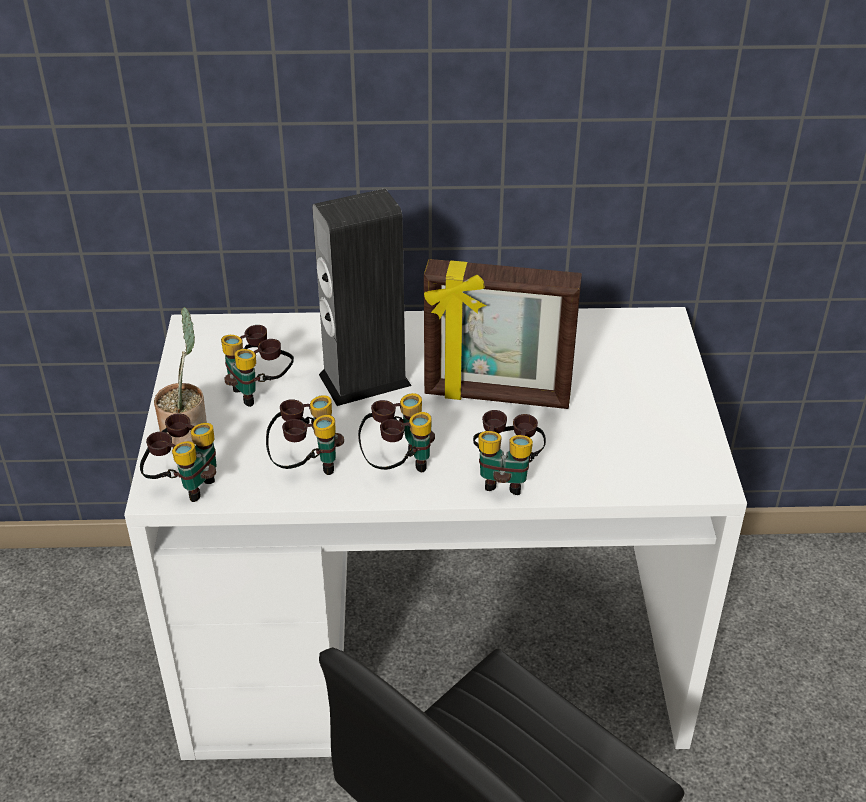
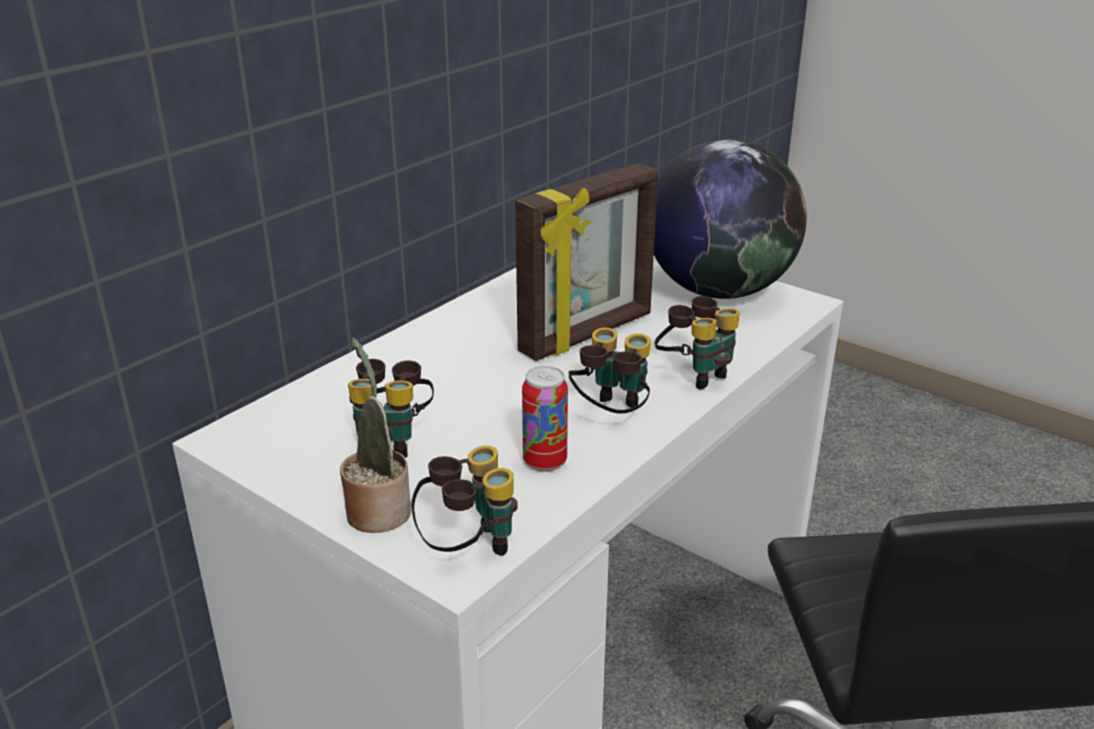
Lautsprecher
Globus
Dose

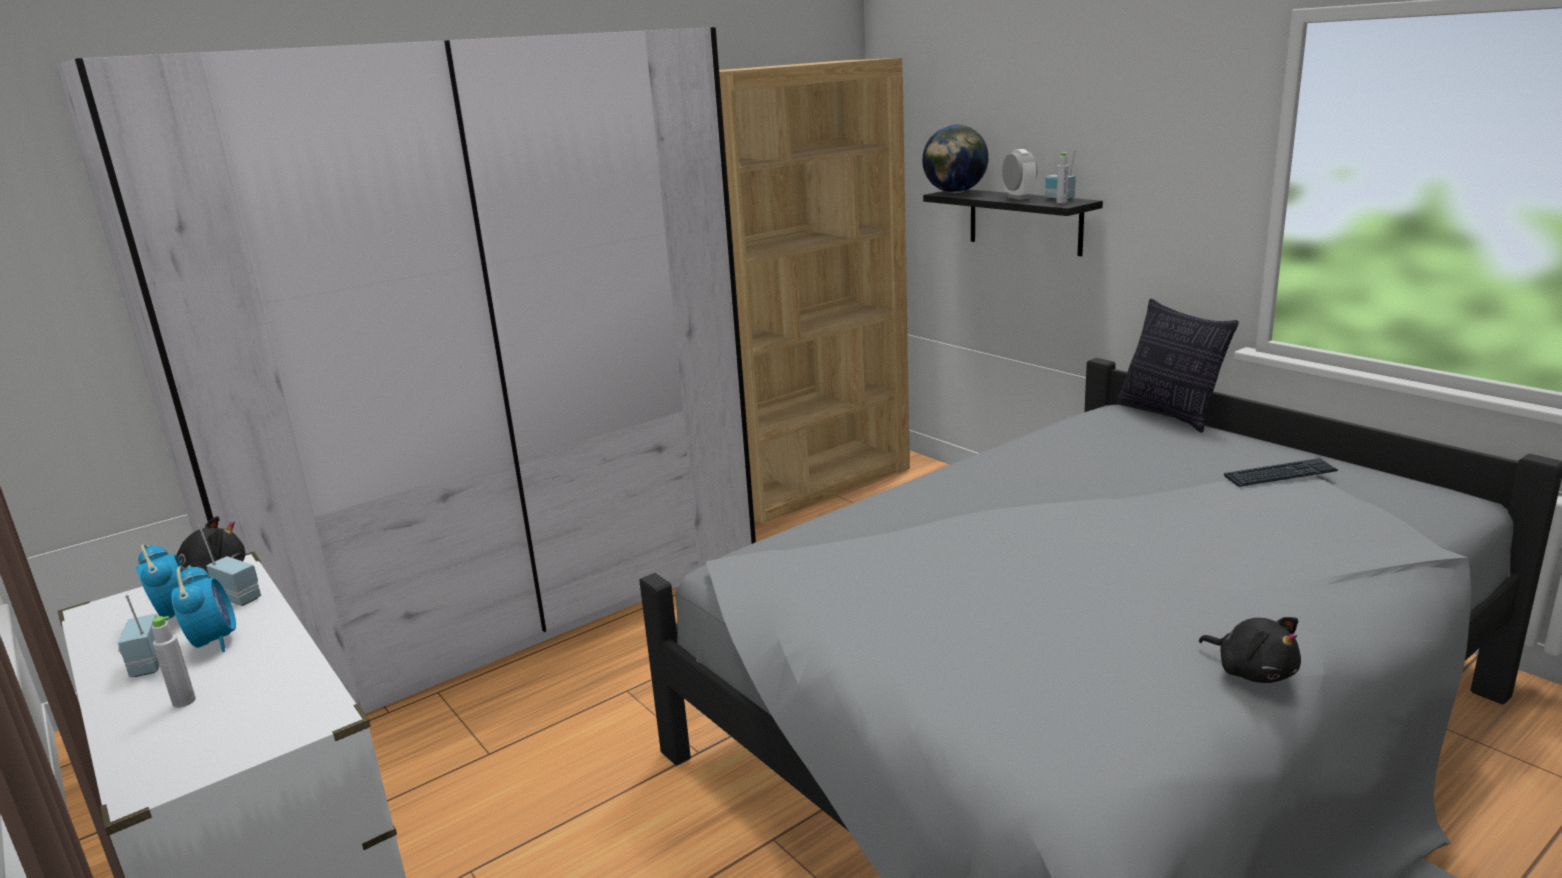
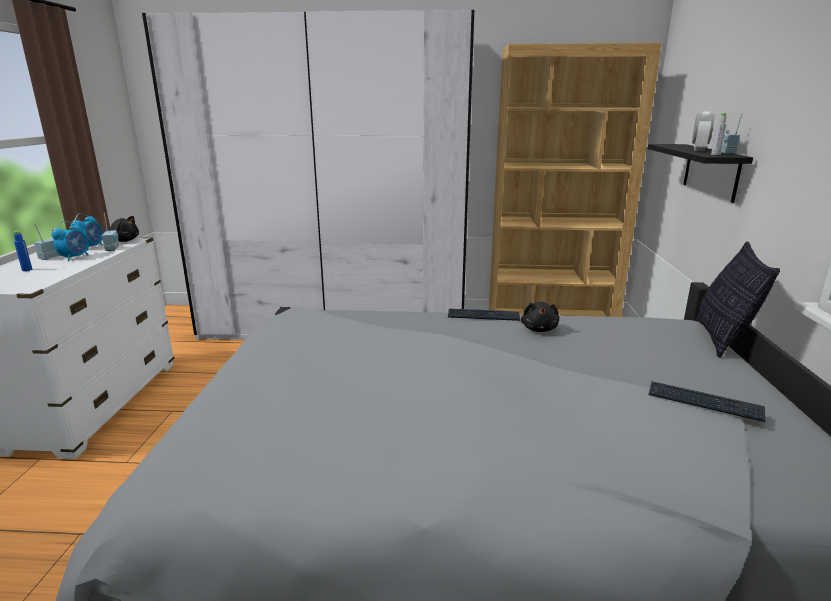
Globus
Tastatur (no. 1 from left)
Plüschtier [schwarz] (no. 2 from left)
Flasche [blau]

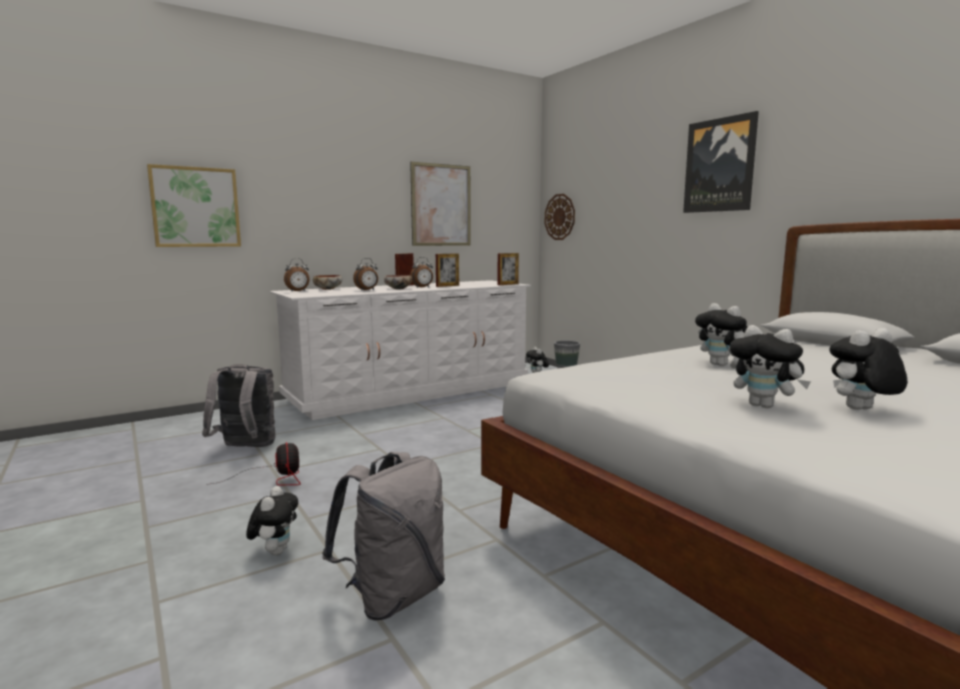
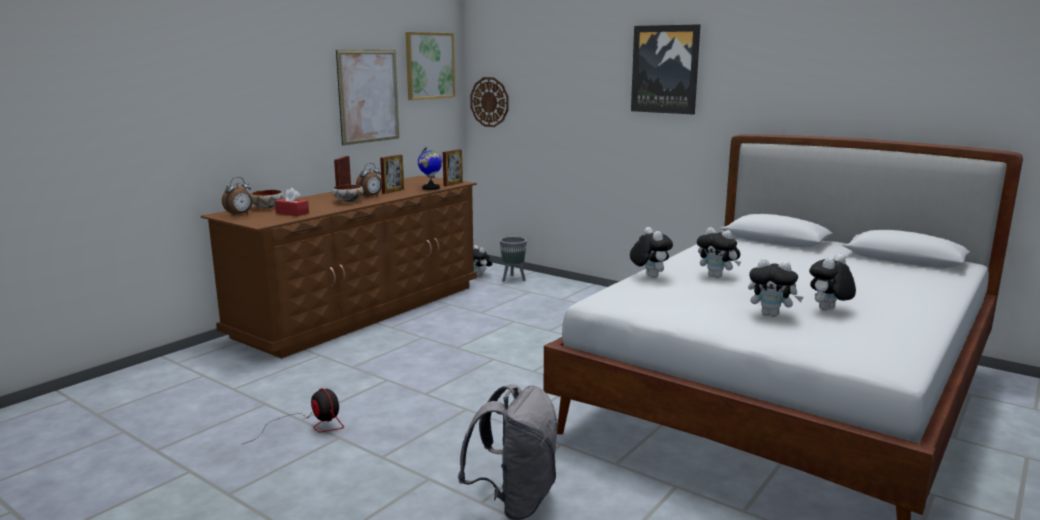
Rucksack [grau] (no. 1 from left in the first image)
Wecker (no. 2 from left in the first image)
Taschentuchbox [rot]
Globus
Bild (no. 2 from left)
Plüschtier (no. 2 from left)
Kommode [braun]

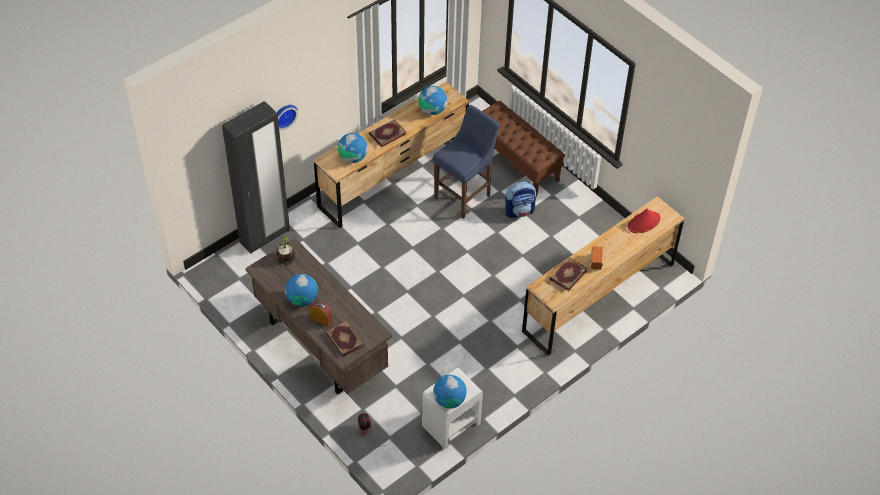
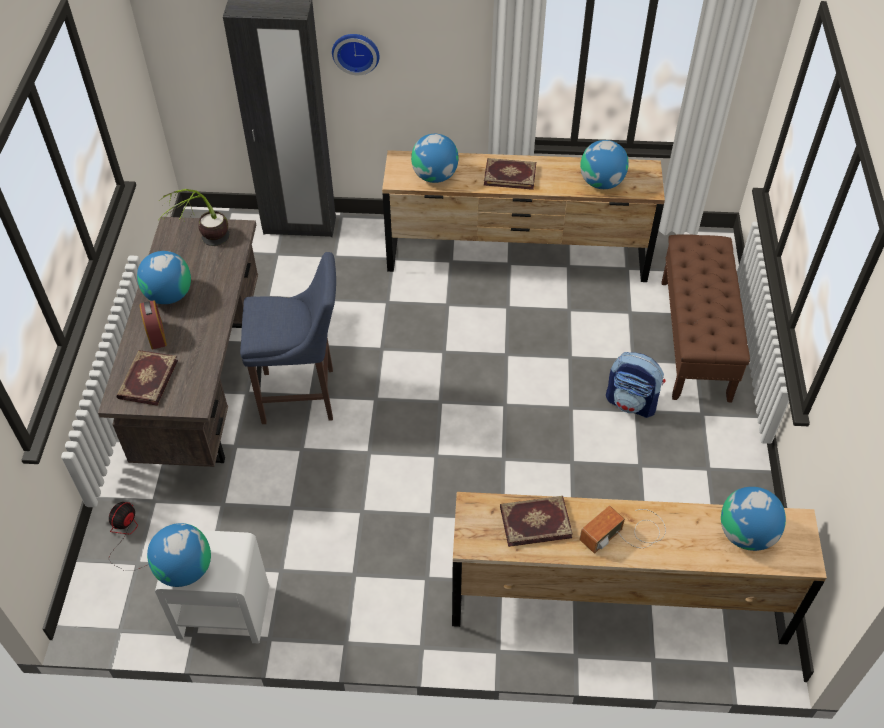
Hocker [blau]
Globus (no. 5 from left)

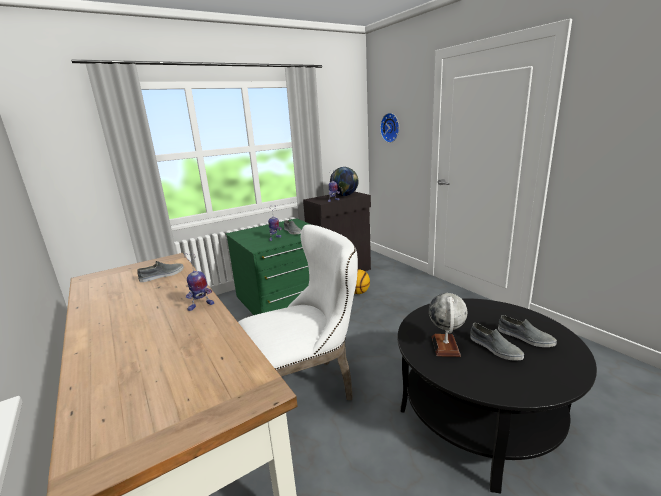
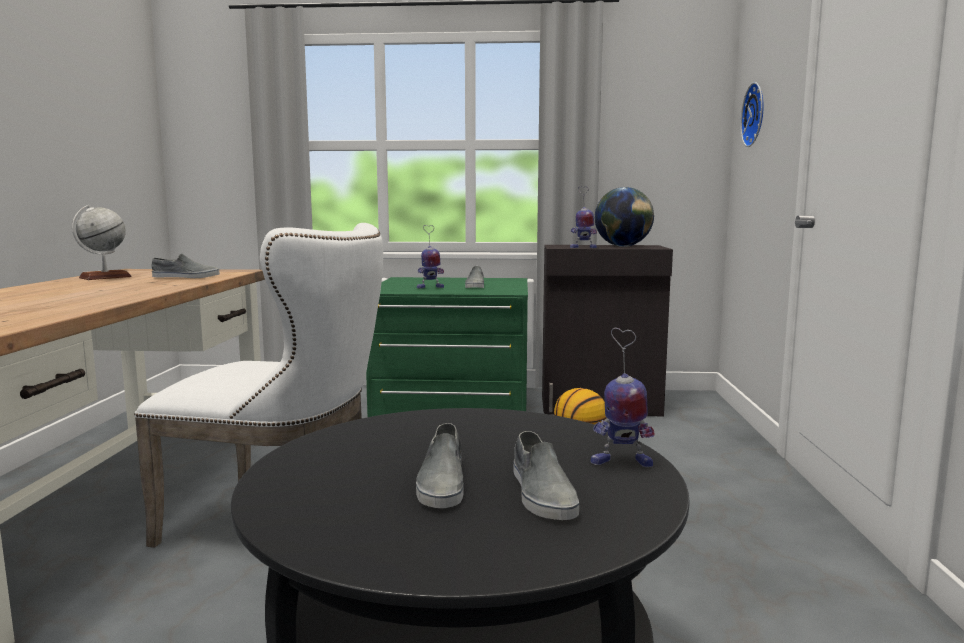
Spielzeugroboter (no. 3 from left)
Globus (no. 1 from left)

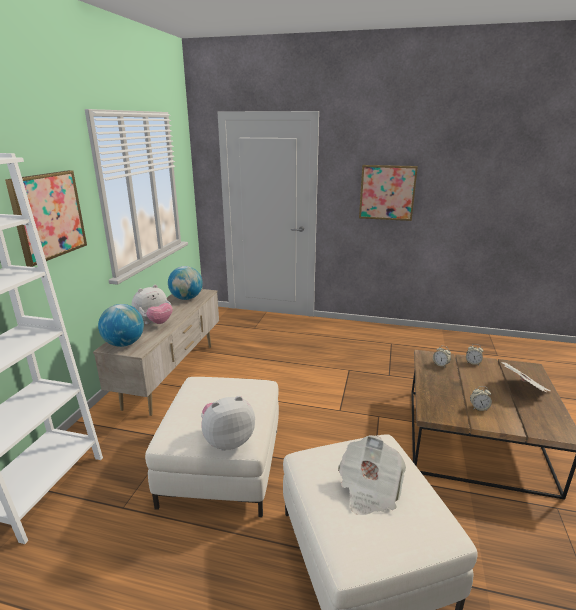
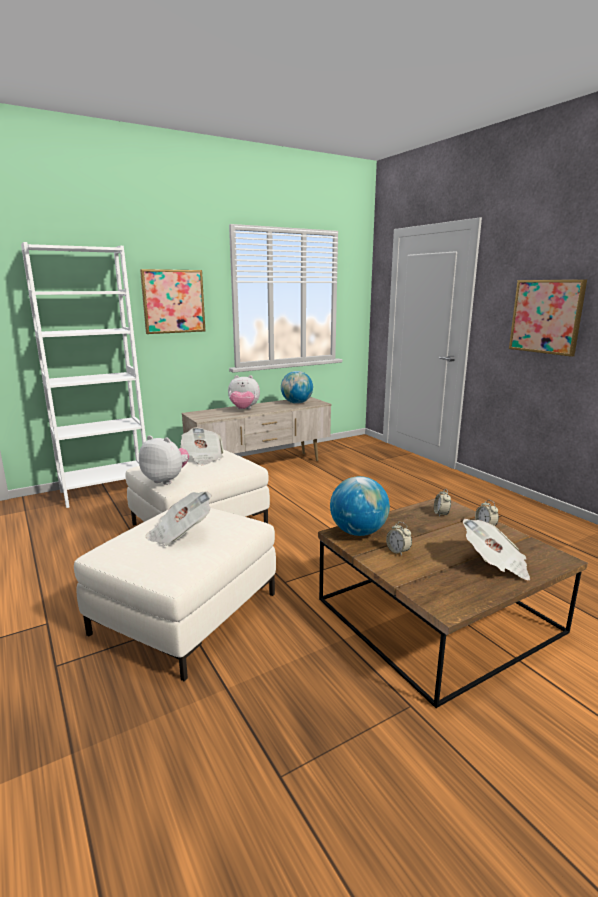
Zeitung (no. 2 from left)
Globus (no. 2 from left)

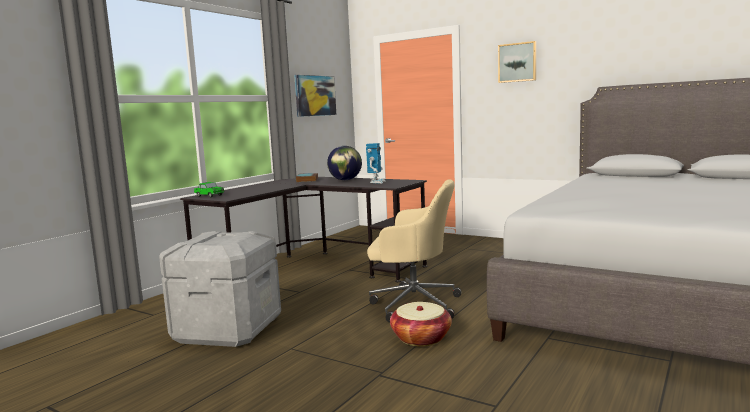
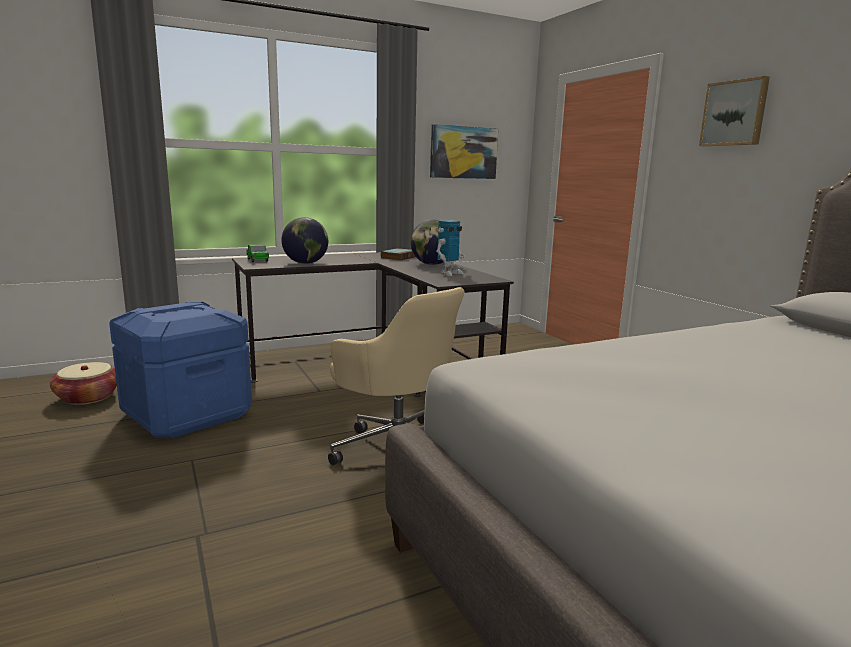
Globus (no. 1 from left)
Korb
Aufbewahrungsbox [blau]

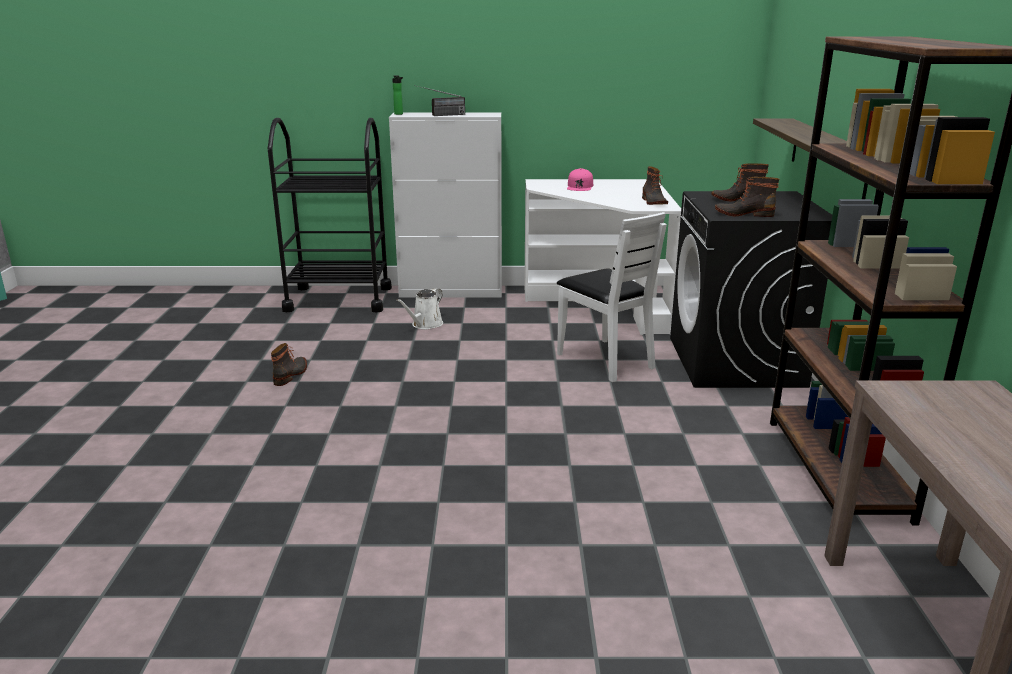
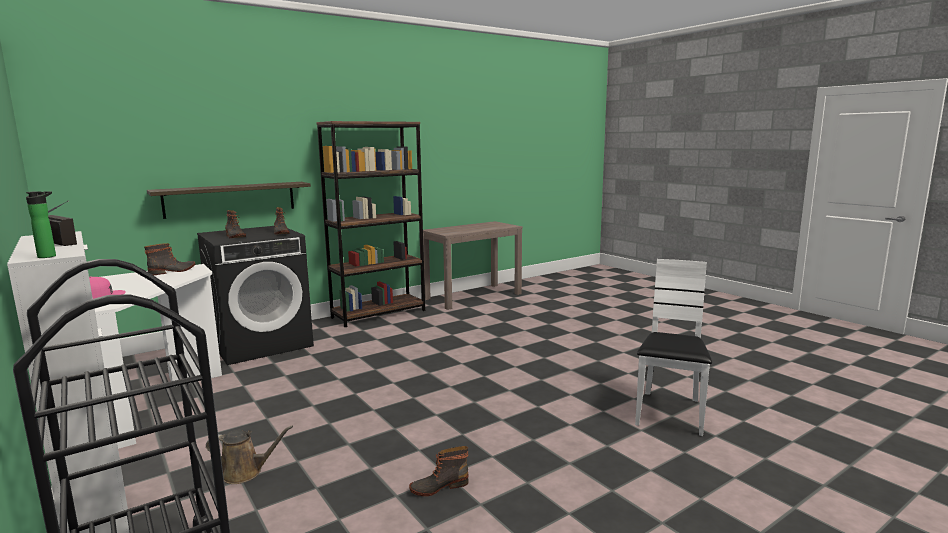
Stuhl [weiß]
Gießkanne [braun]

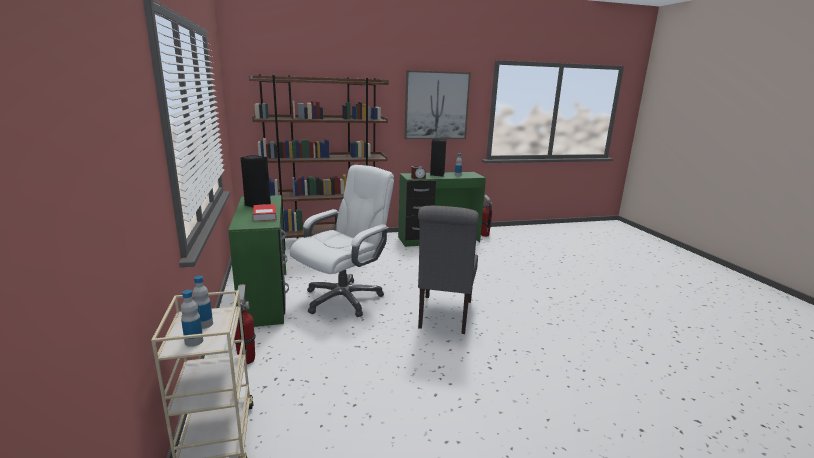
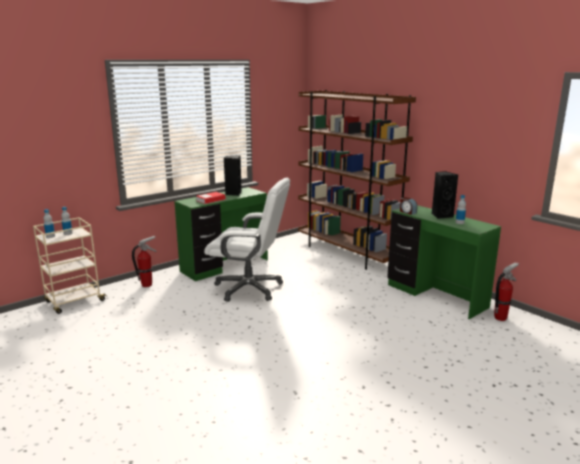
Bild
Stuhl [grau]

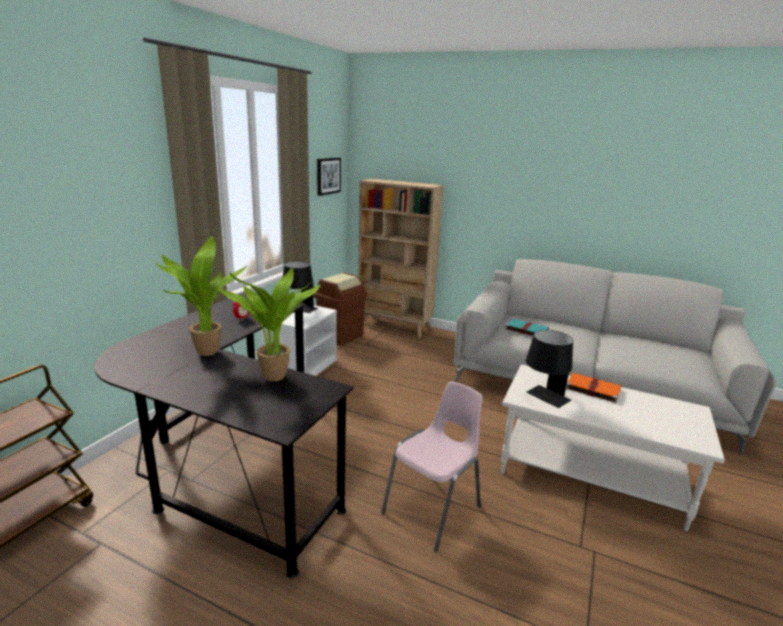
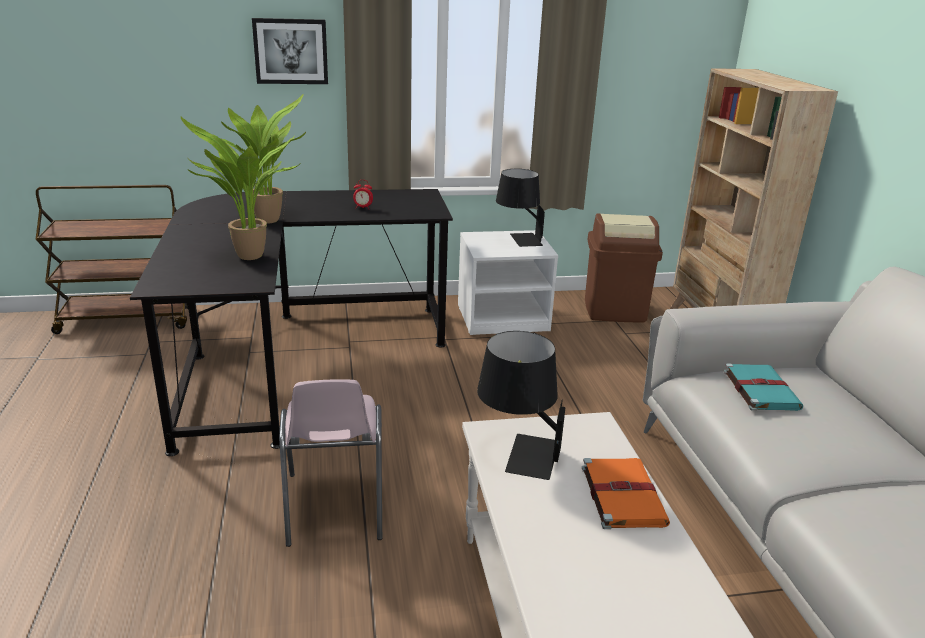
Bild
Stuhl [rosa]

